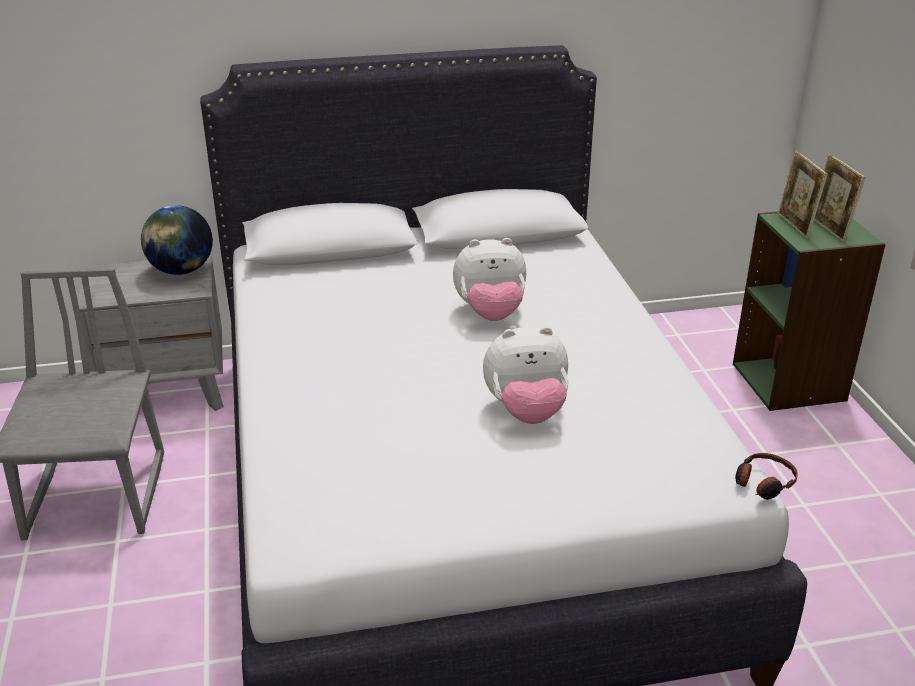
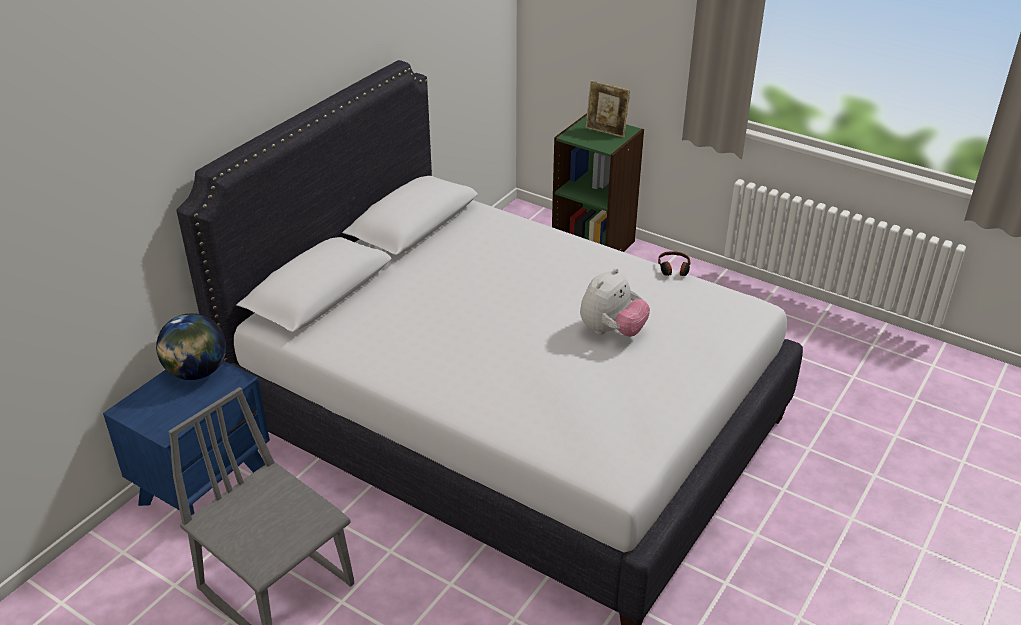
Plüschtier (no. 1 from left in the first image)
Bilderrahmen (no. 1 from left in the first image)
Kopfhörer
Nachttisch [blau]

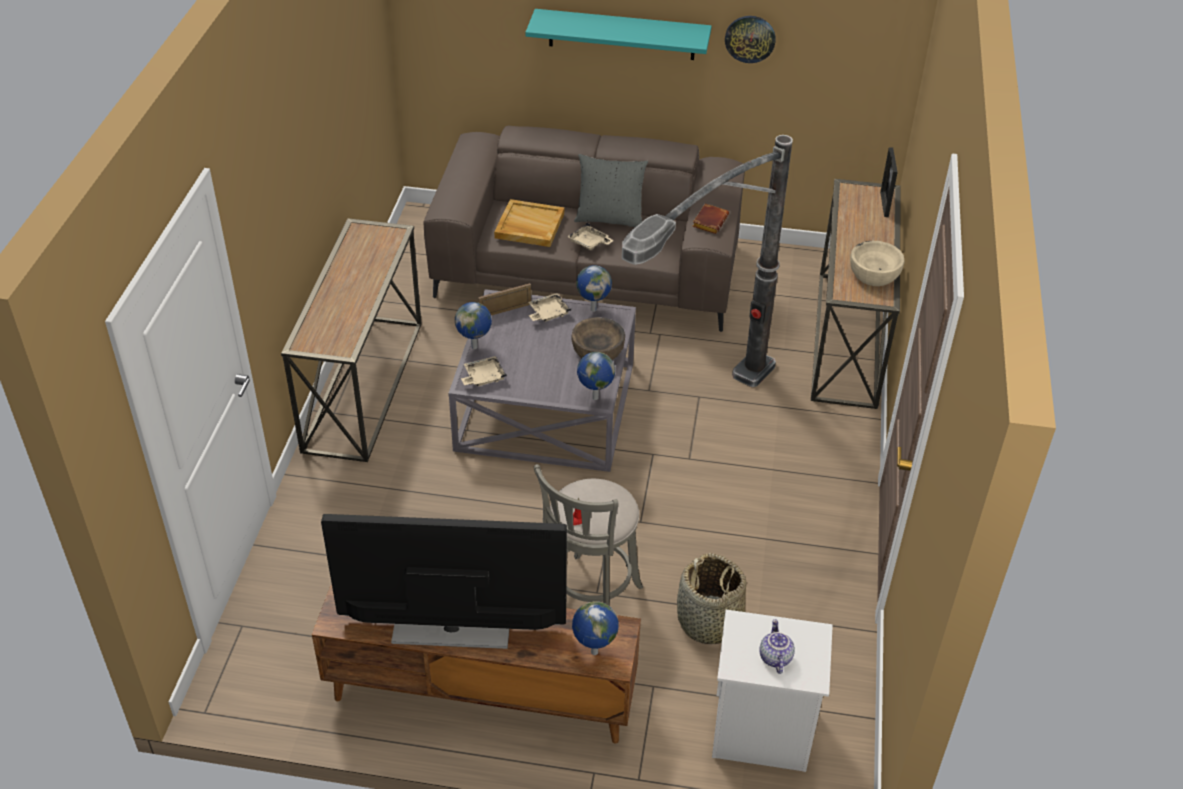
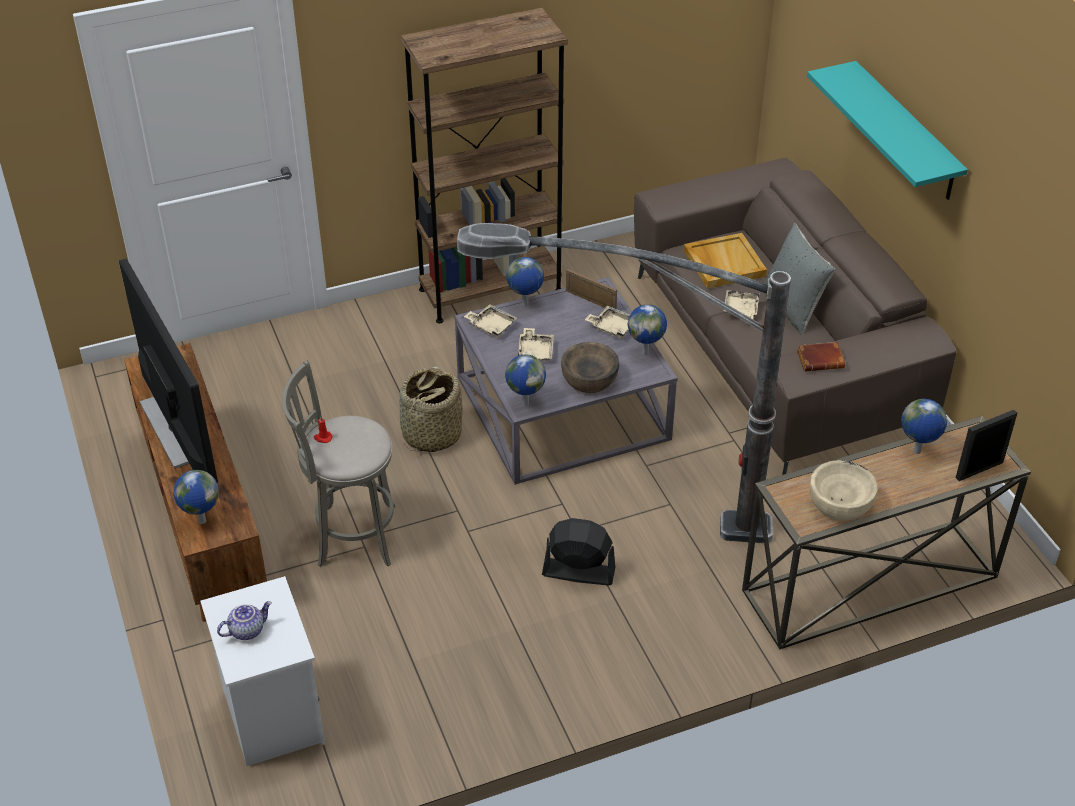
Wanduhr
Tablett [beige] (no. 2 from left)
Ventilator [schwarz]
Globus (no. 5 from left)
Korb
Bücherregal [braun]

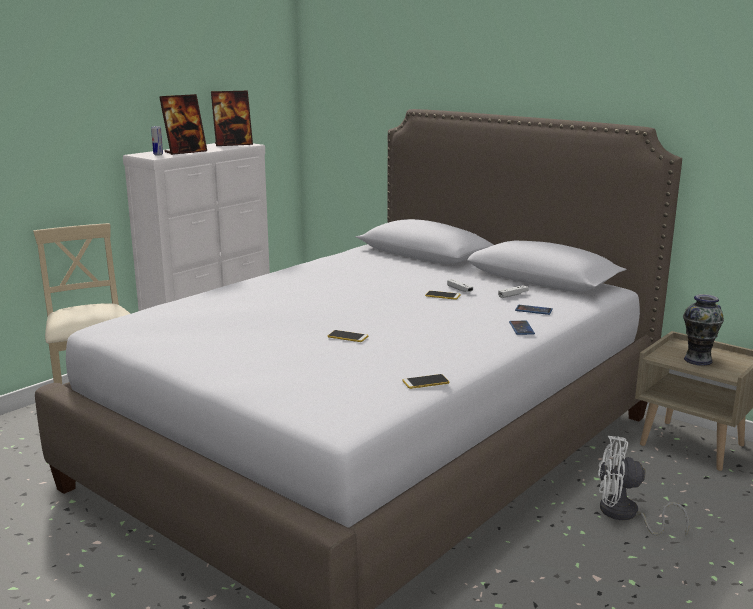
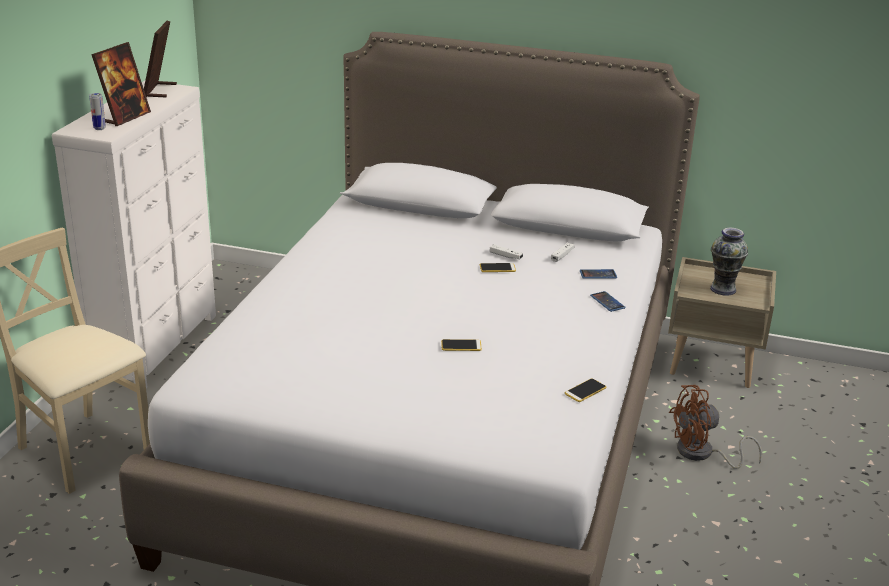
Ventilator [braun]
Bilderrahmen (no. 2 from left)

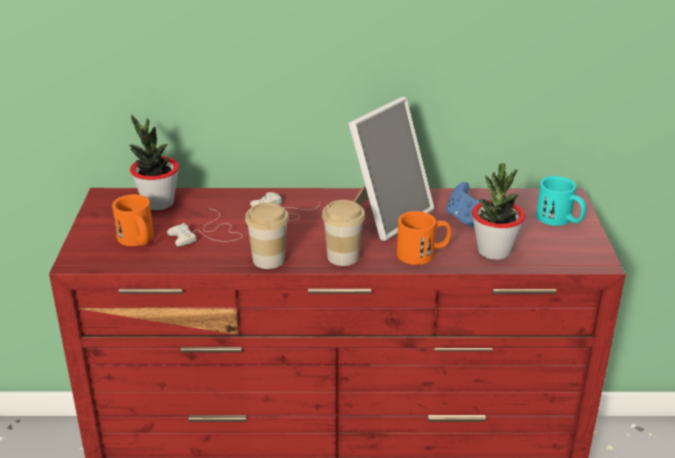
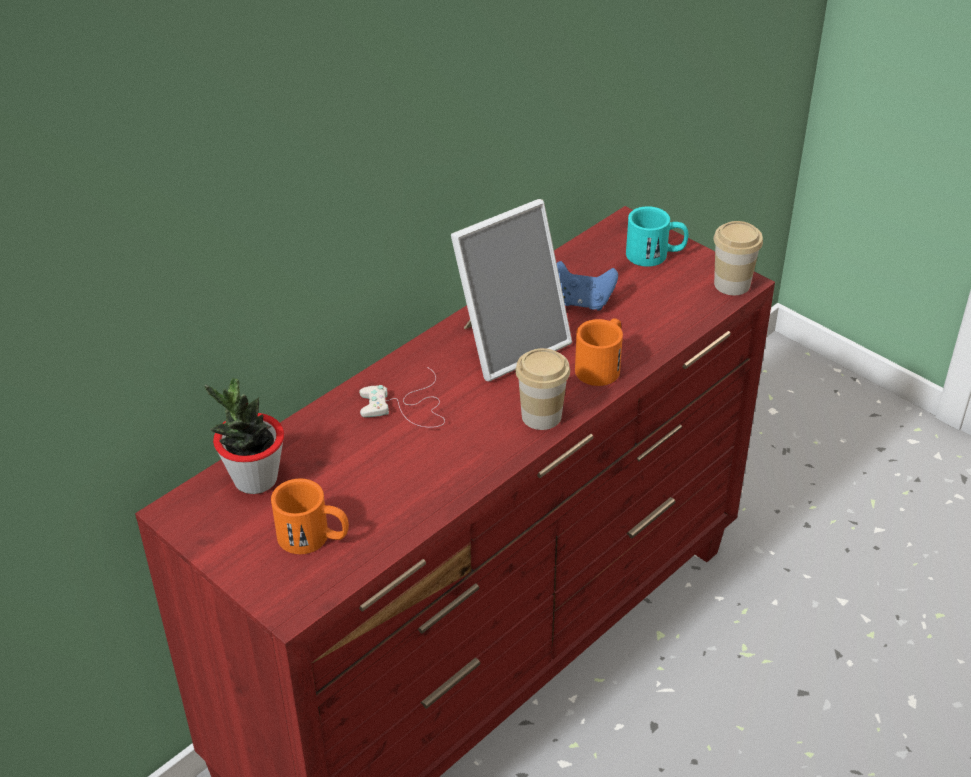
Gamepad [weiß] (no. 1 from left in the first image)
Topfpflanze (no. 2 from left in the first image)
Tasse (no. 2 from left)
Bilderrahmen

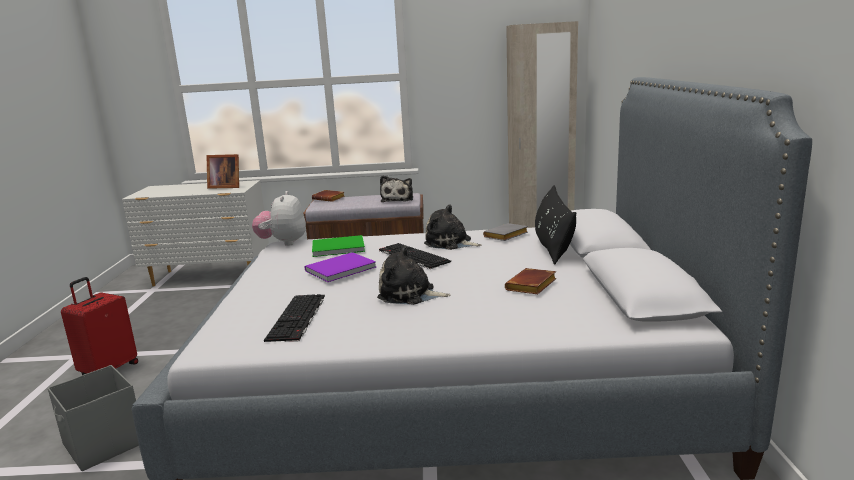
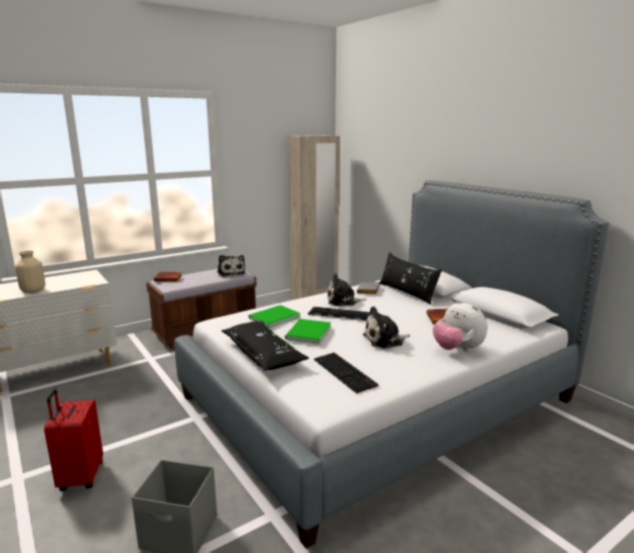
Bilderrahmen
Vase [beige]
Kissen [schwarz] (no. 1 from left)
Plüschtier (no. 4 from left)
Buch [grün] (no. 2 from left)

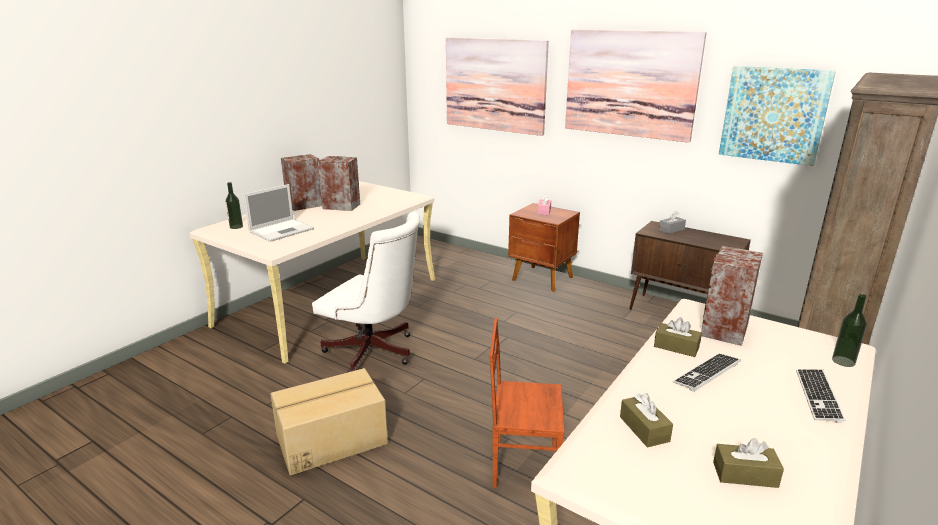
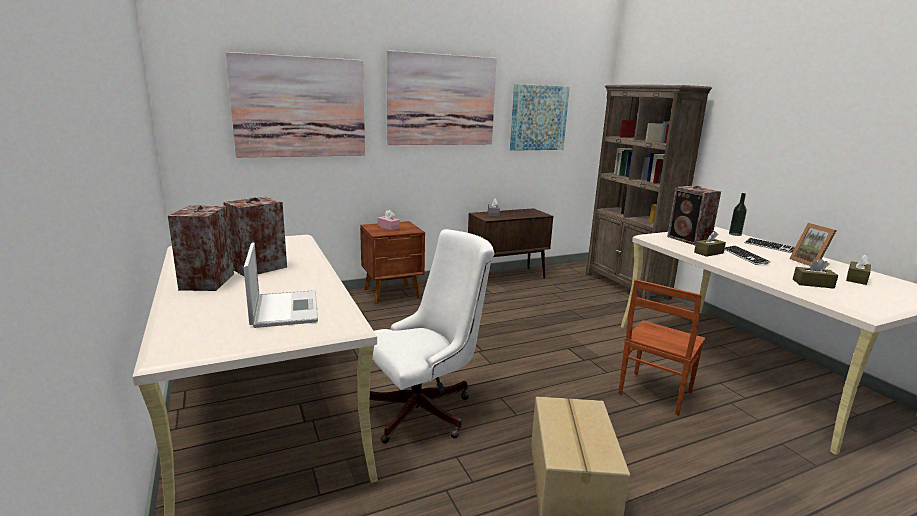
Flasche (no. 1 from left in the first image)
Bilderrahmen

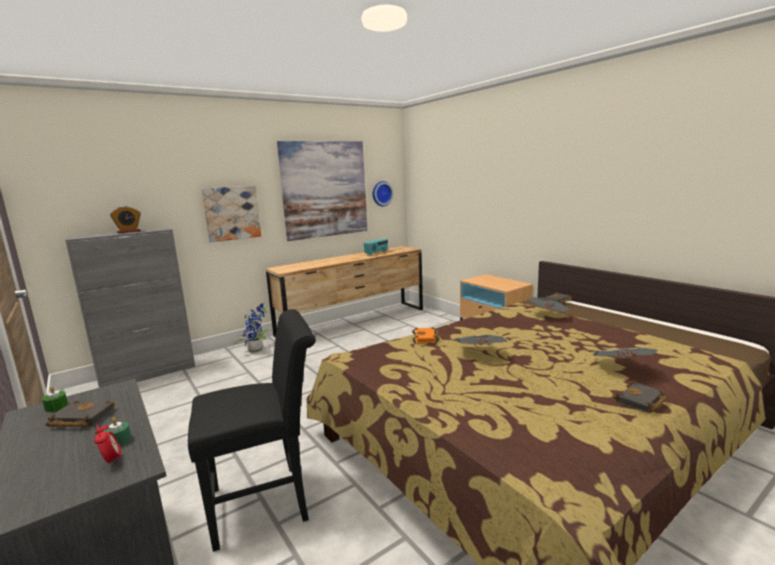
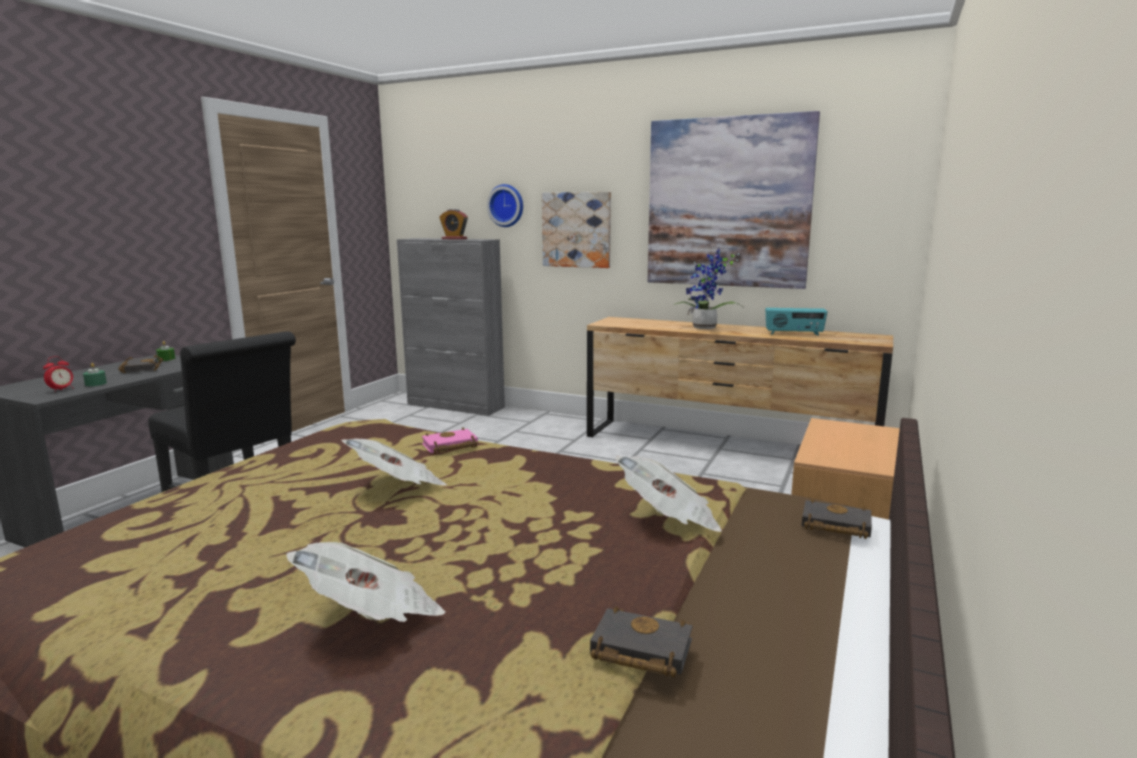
Topfpflanze
Wanduhr
Buch [schwarz] (no. 2 from left)
Buch [rosa]

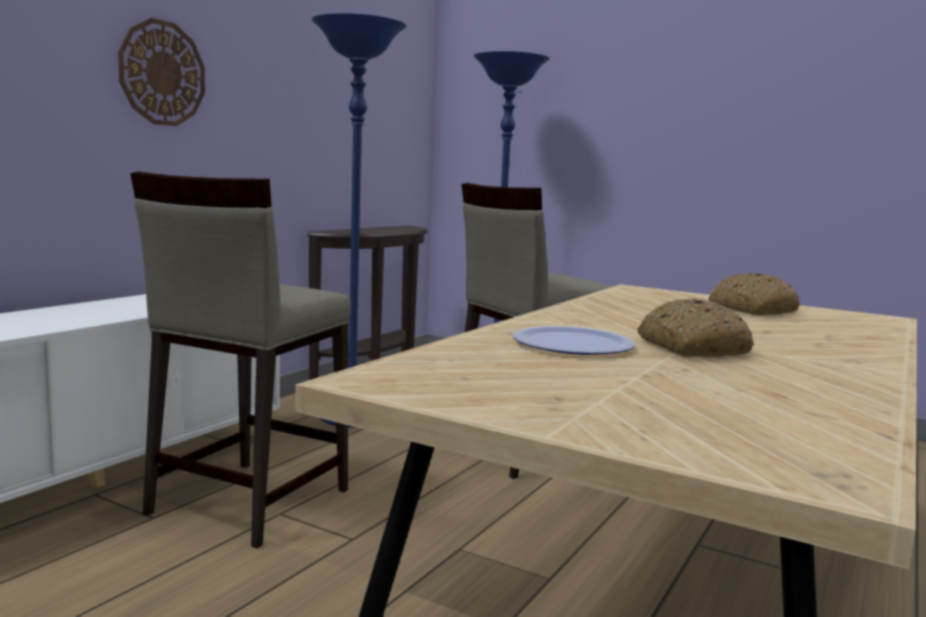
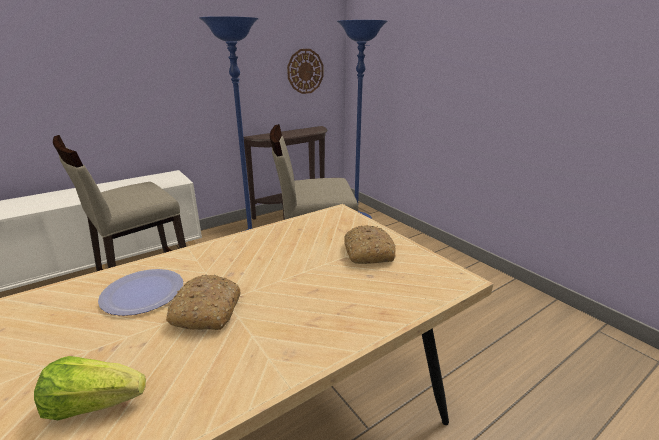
Salatkopf
Wanduhr

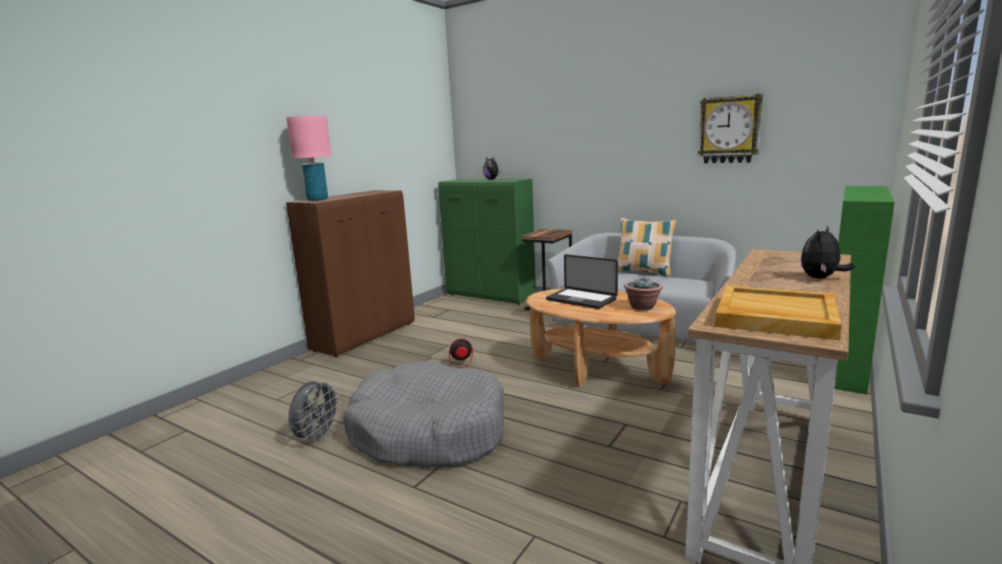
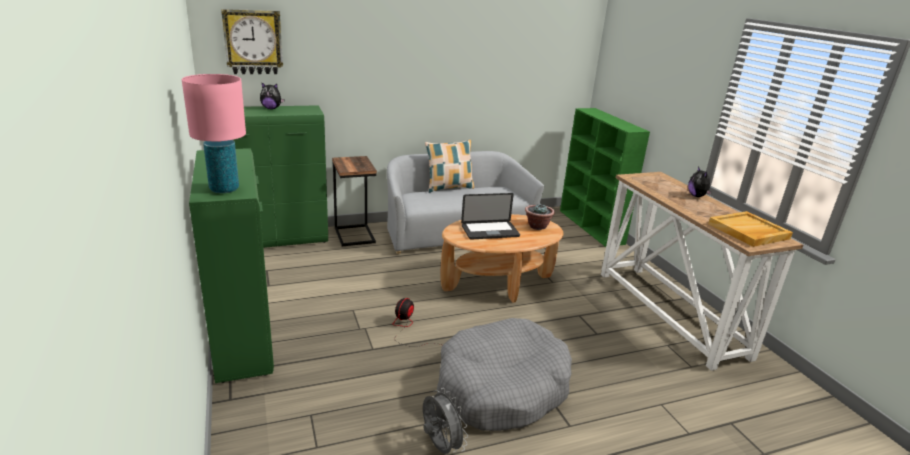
Wanduhr
Schrank [grün] (no. 1 from left)

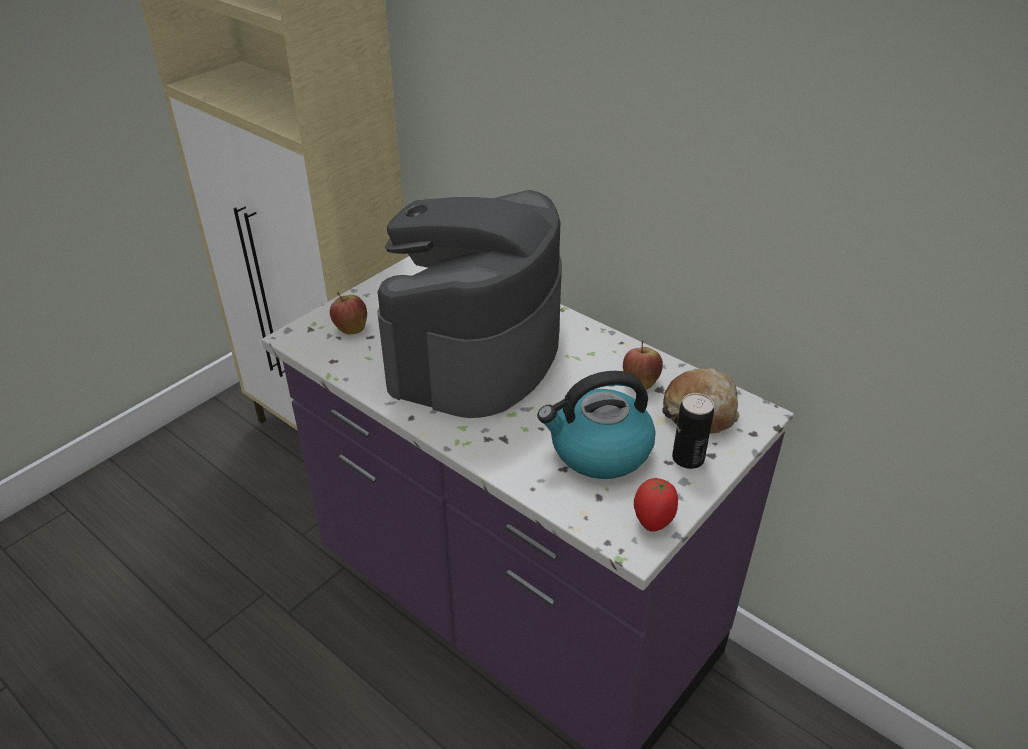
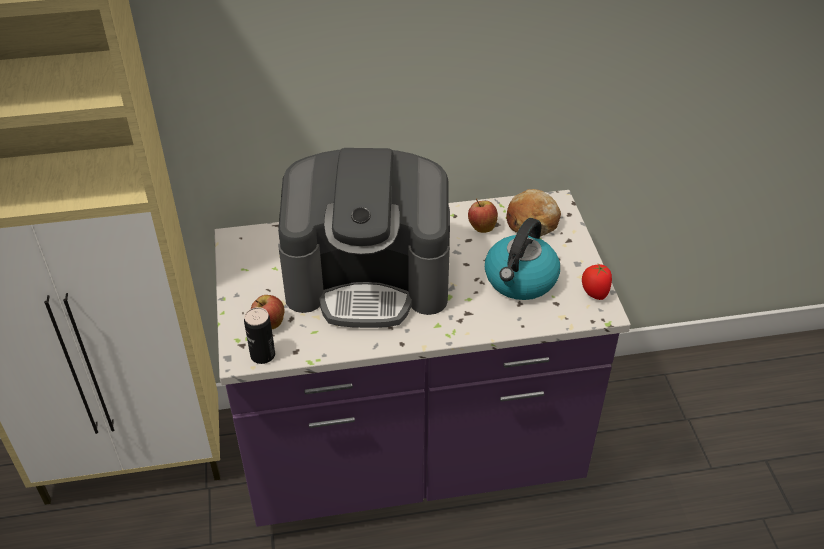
Dose
Kaffeemaschine

